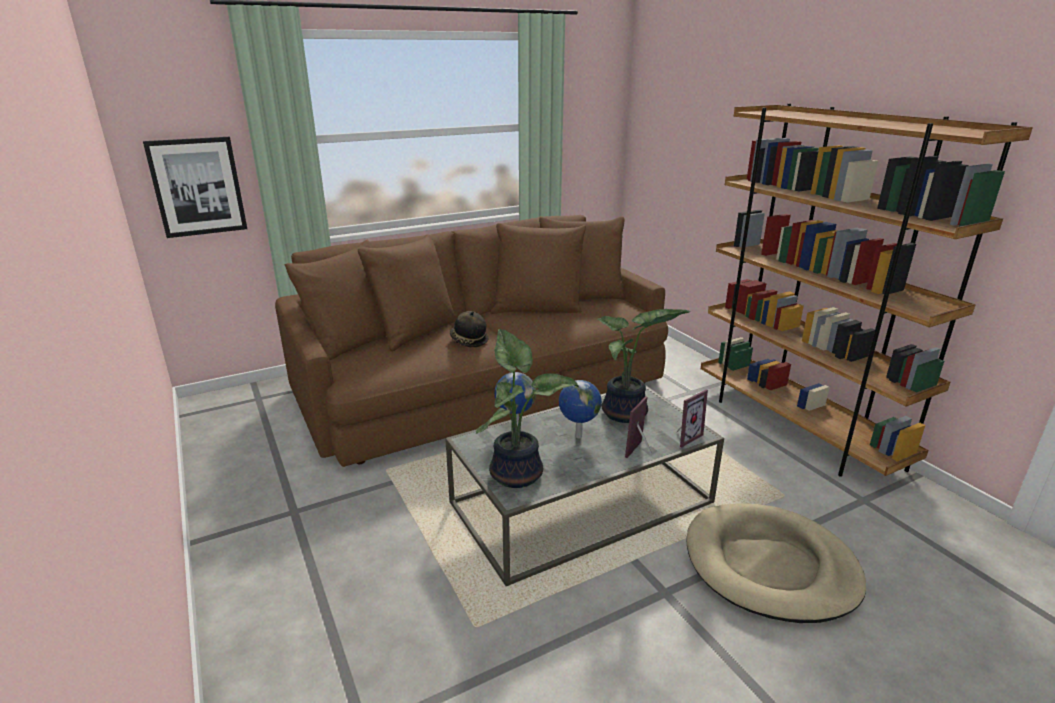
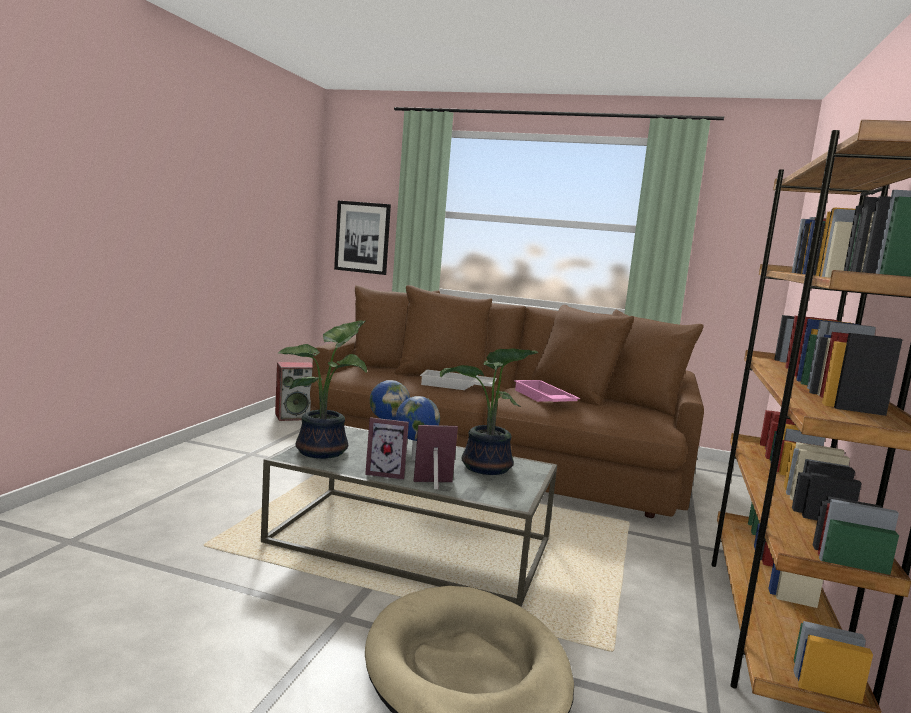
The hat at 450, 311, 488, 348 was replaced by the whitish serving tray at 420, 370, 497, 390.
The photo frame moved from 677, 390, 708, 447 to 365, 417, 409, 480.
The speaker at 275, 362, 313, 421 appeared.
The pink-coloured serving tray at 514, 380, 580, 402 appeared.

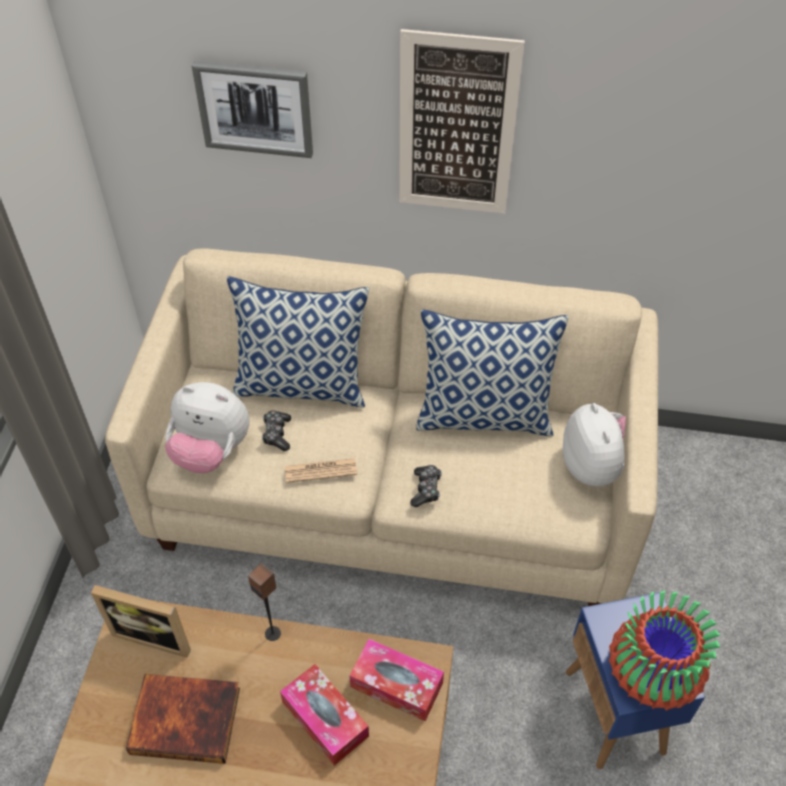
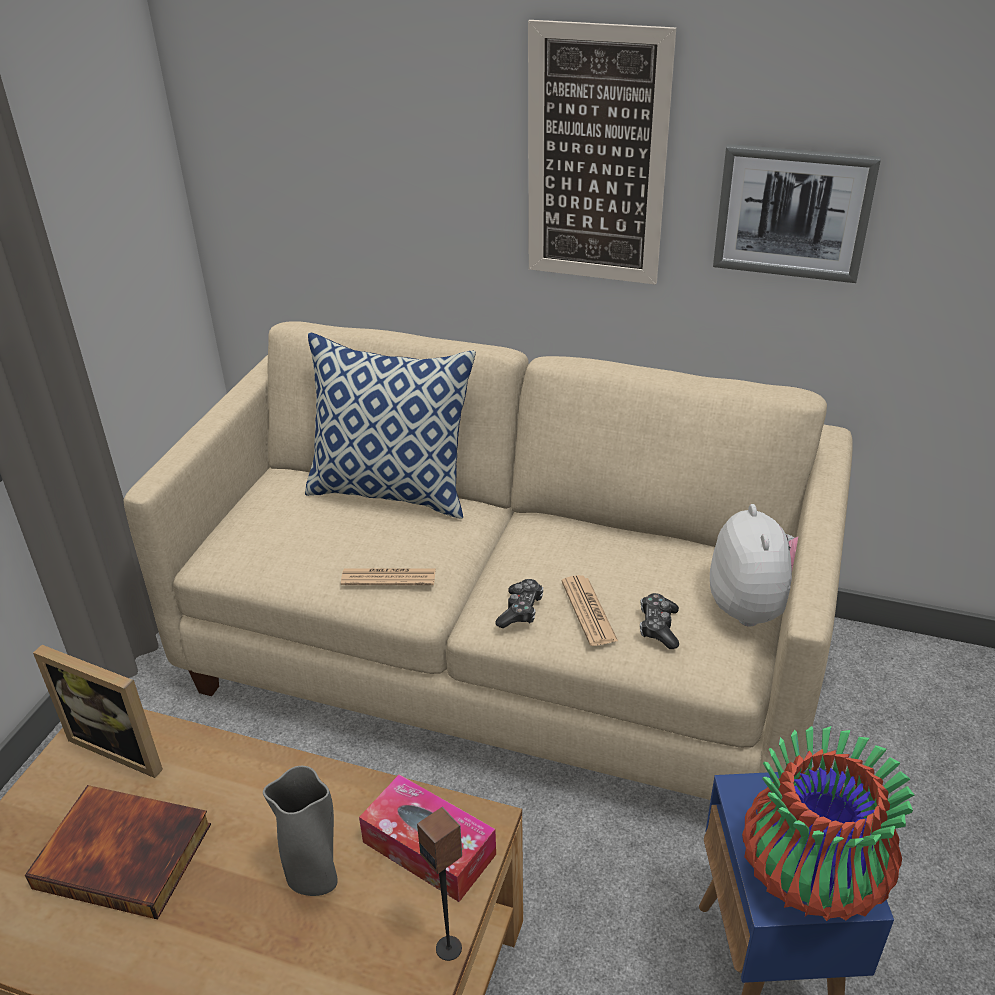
The picture moved from 192, 61, 313, 158 to 713, 144, 881, 283.
The cushion at 416, 310, 569, 437 disappeared.
The soft toy at 165, 382, 249, 473 disappeared.
The game controller moved from 261, 410, 291, 451 to 640, 593, 679, 649.
The speaker moved from 248, 563, 281, 641 to 417, 807, 462, 961.
The tissue holder at 280, 664, 369, 766 was replaced by the grey decorative vase at 263, 766, 338, 896.
The newspaper at 562, 575, 618, 646 appeared.

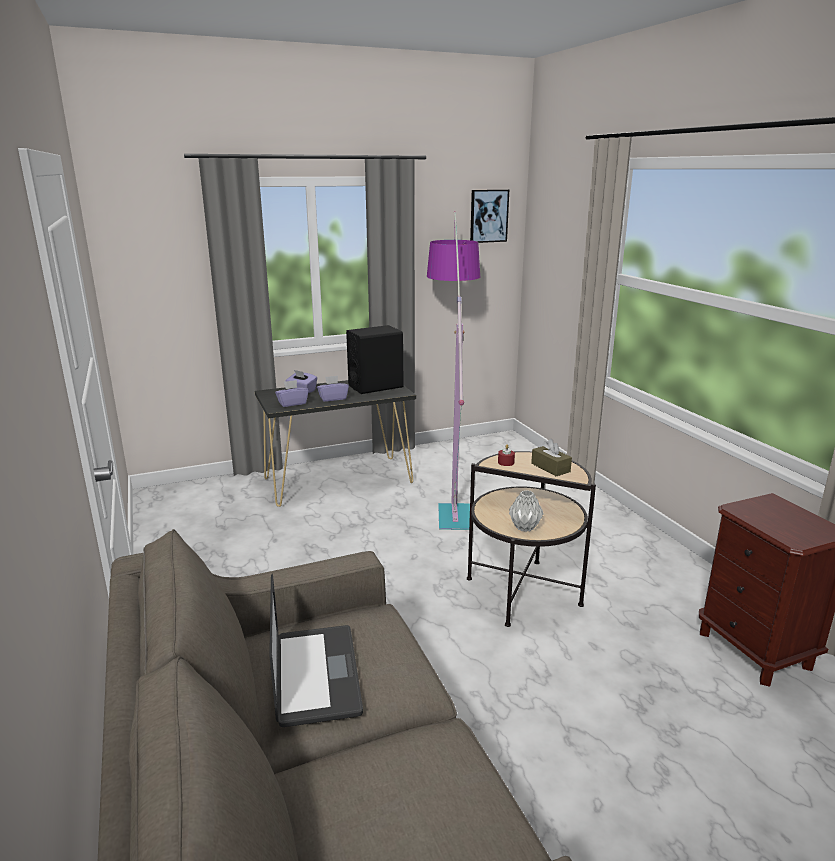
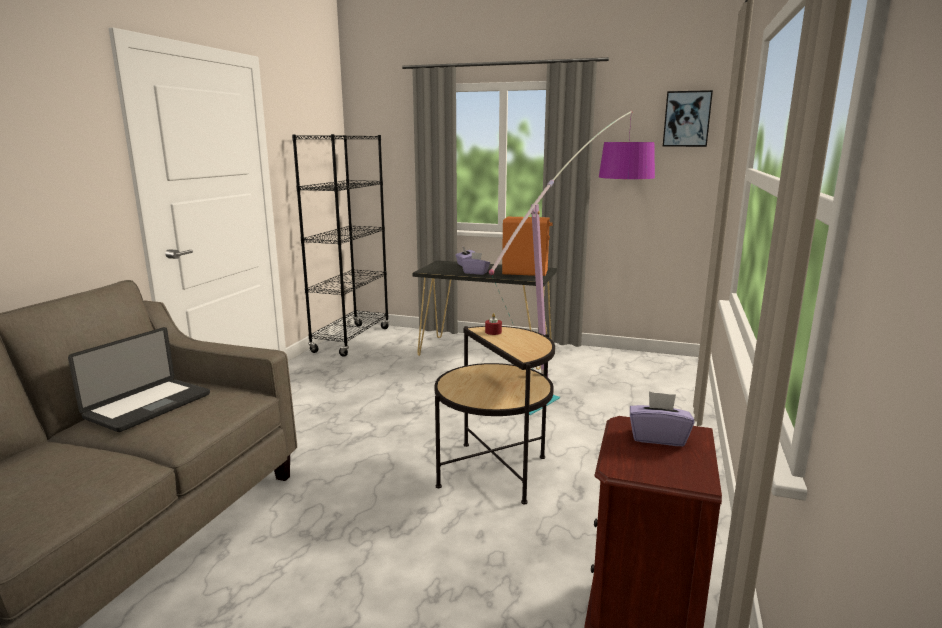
The blackish speaker at 346, 325, 404, 394 became the orangey speaker at 502, 217, 553, 276.
The purplish tissue holder moved from 275, 380, 309, 407 to 630, 391, 694, 446.
The brown tissue holder at 531, 439, 572, 476 disappeared.
The grey decorative vase at 509, 490, 544, 532 disappeared.
The blackish bookshelf at 292, 134, 389, 357 appeared.

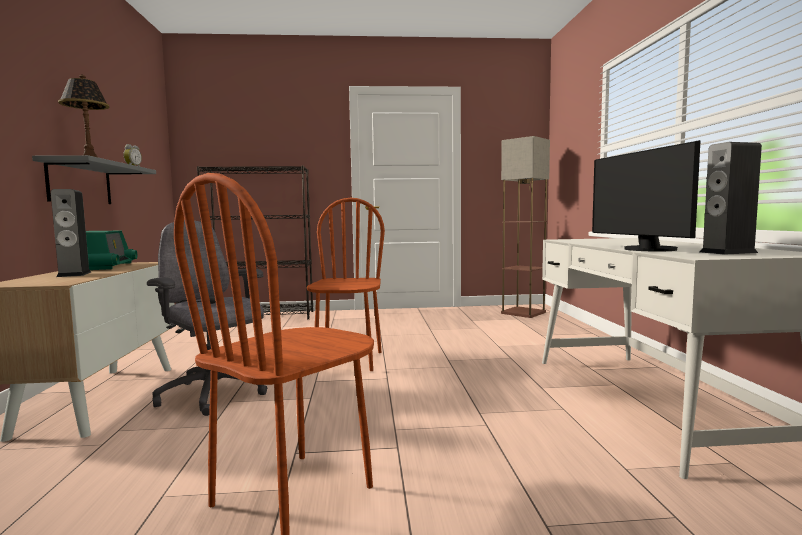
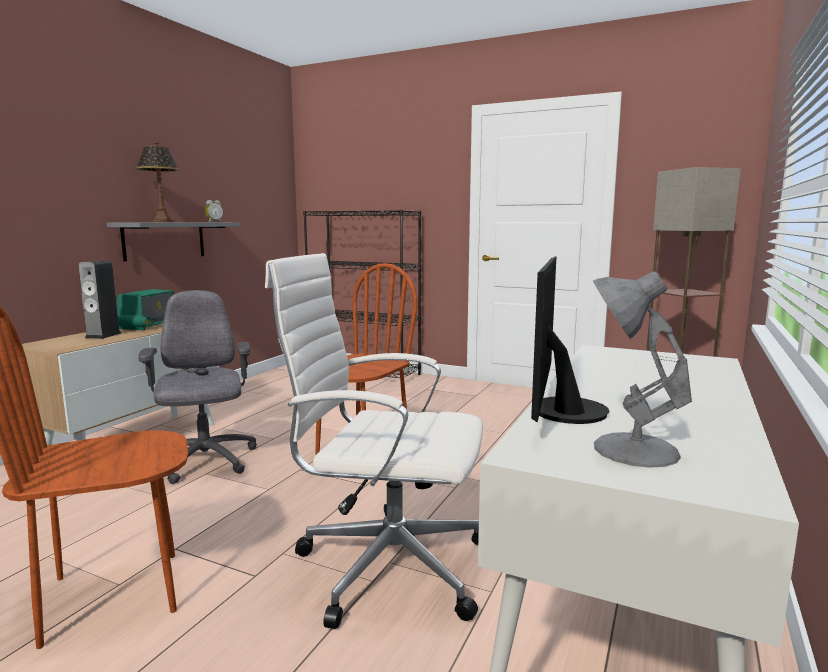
The speaker at 700, 142, 762, 255 was replaced by the grey tabletop lamp at 593, 272, 692, 468.
The whitish computer chair at 265, 253, 483, 629 appeared.

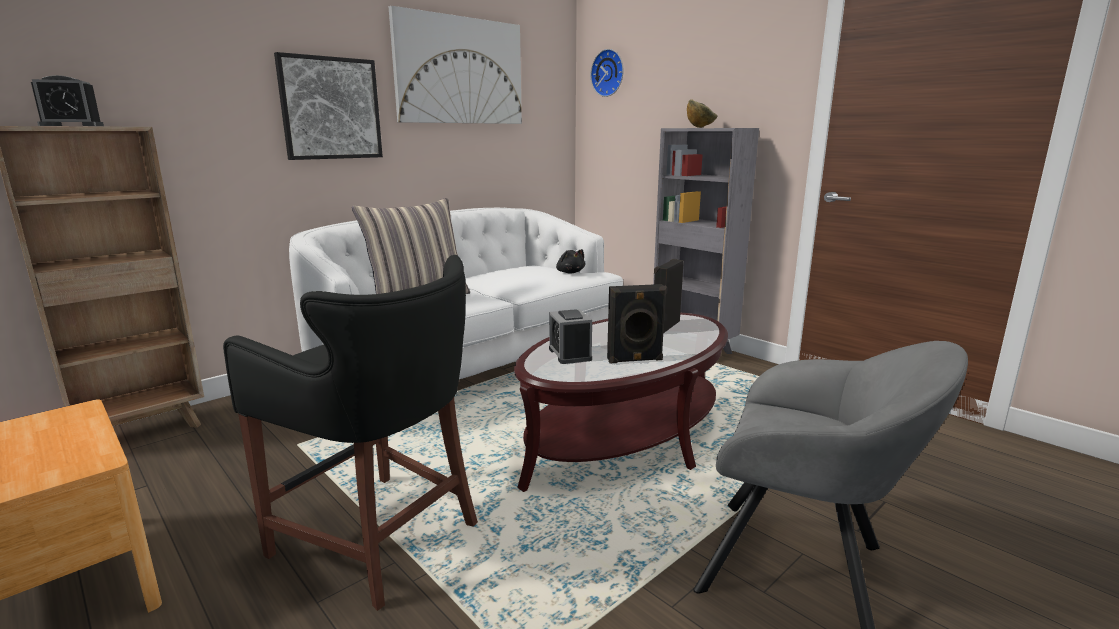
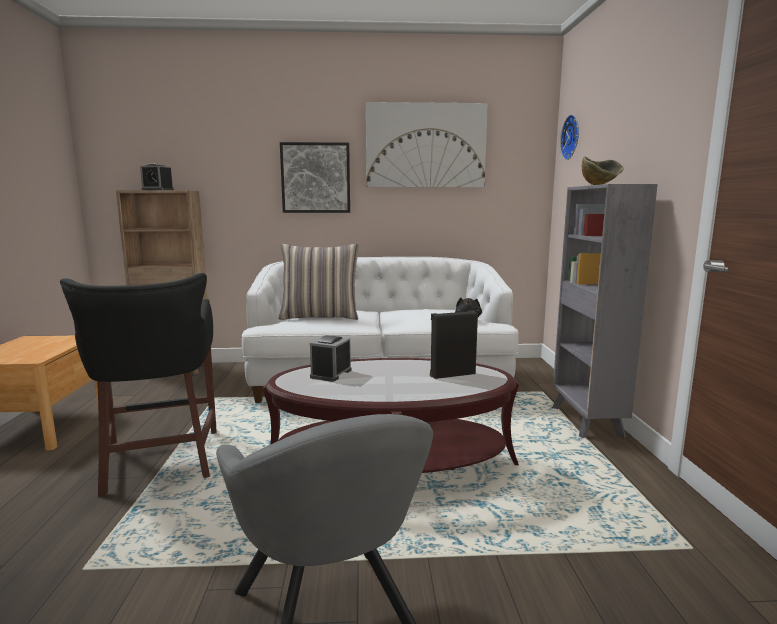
The blackish speaker at 607, 284, 667, 364 disappeared.

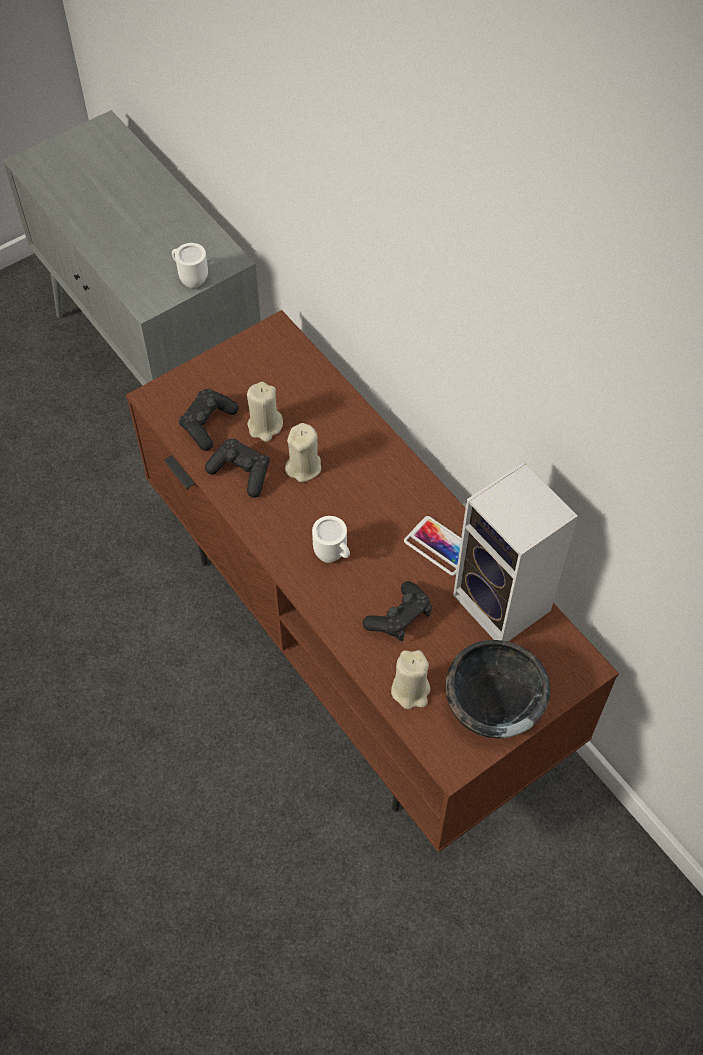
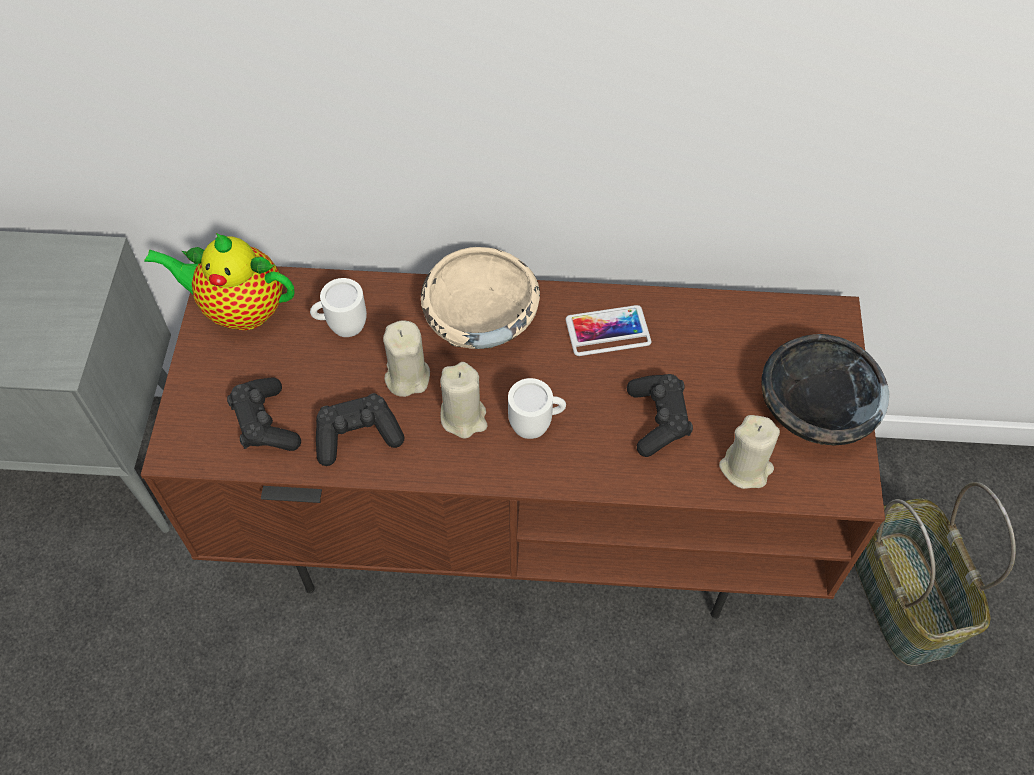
The whitish tea mug moved from 172, 243, 208, 288 to 310, 278, 367, 337.
The sand-coloured wax candle moved from 247, 382, 283, 442 to 440, 362, 488, 439.
The speaker at 453, 462, 578, 642 disappeared.
The pot for tea at 144, 233, 295, 330 appeared.
The sand-coloured serving bowl at 421, 247, 540, 349 appeared.
The basket at 855, 482, 1016, 666 appeared.

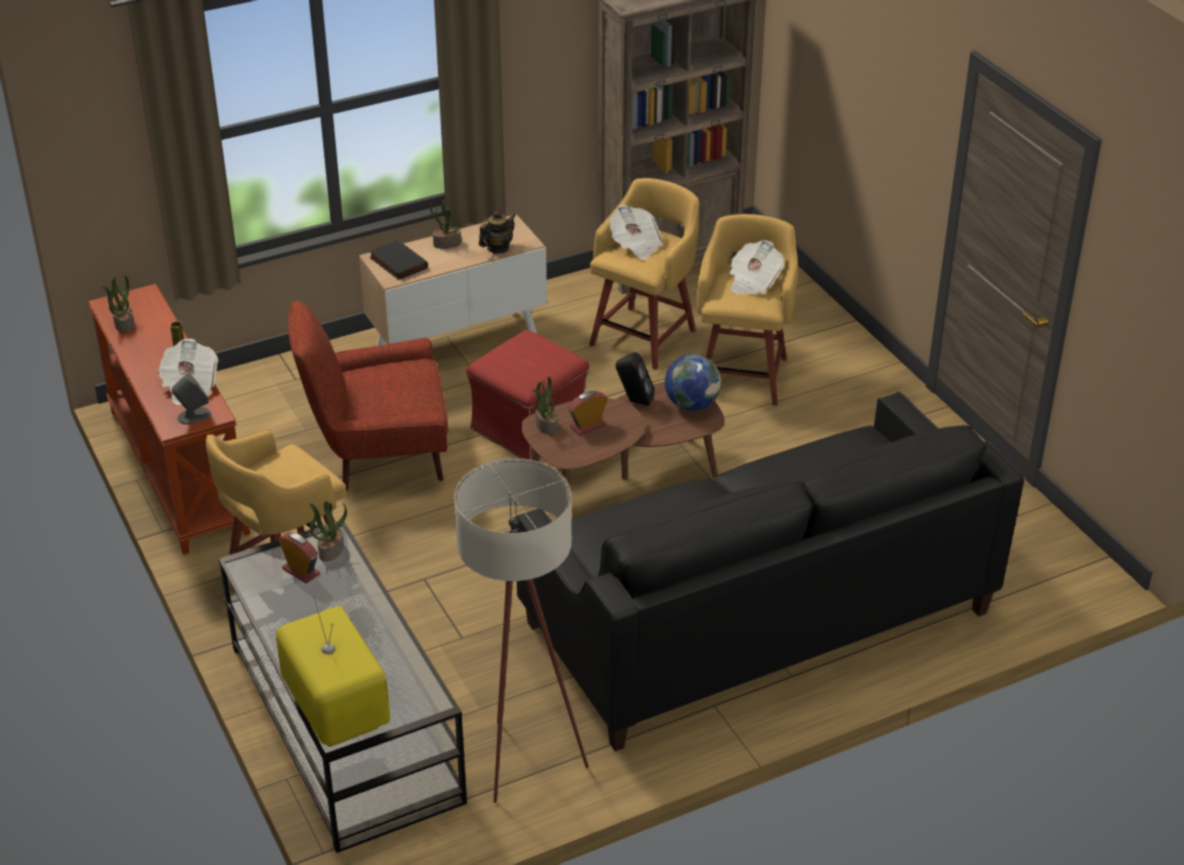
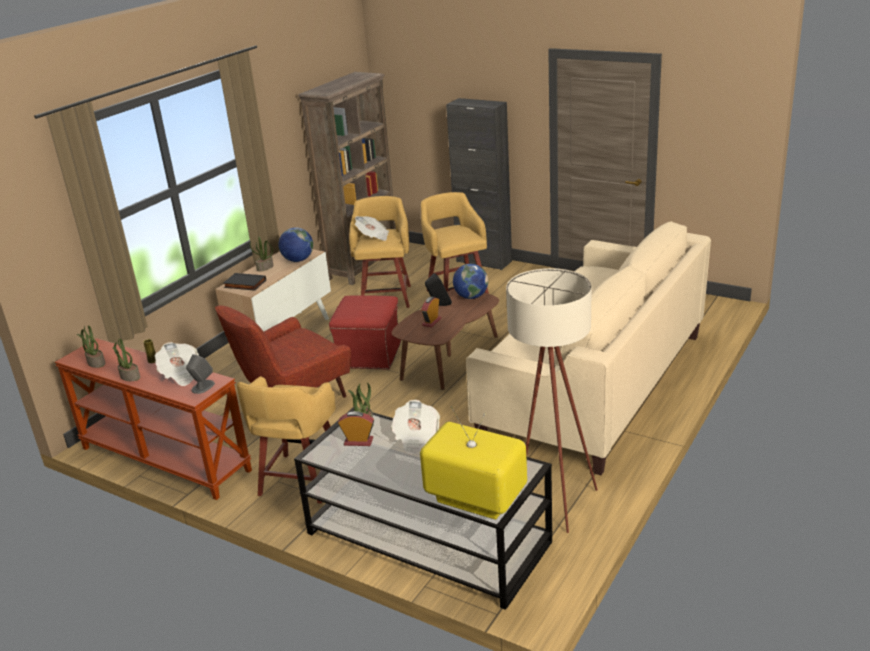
The pot for tea at 479, 211, 516, 253 was replaced by the world globe at 278, 227, 313, 262.
The newspaper moved from 729, 240, 785, 294 to 391, 400, 440, 455.
The potted plant moved from 532, 377, 558, 435 to 112, 338, 140, 381.
The blackish couch at 517, 392, 1024, 751 became the sand-coloured couch at 466, 221, 711, 475.
The blackish cupboard at 446, 98, 512, 270 appeared.

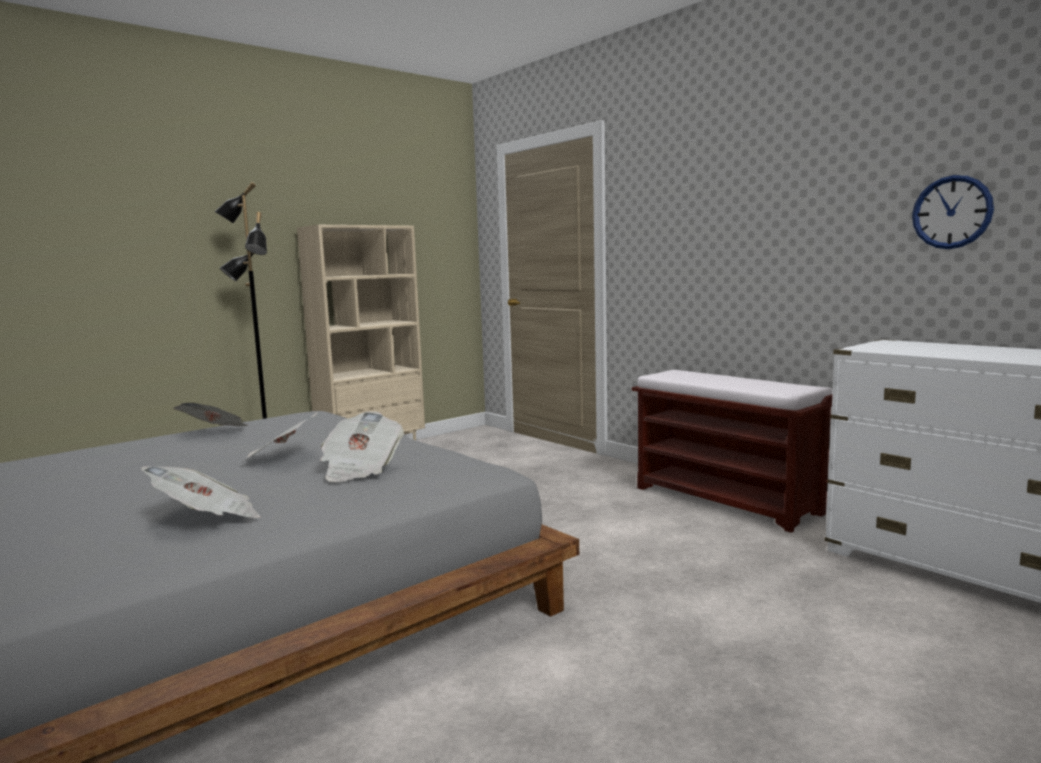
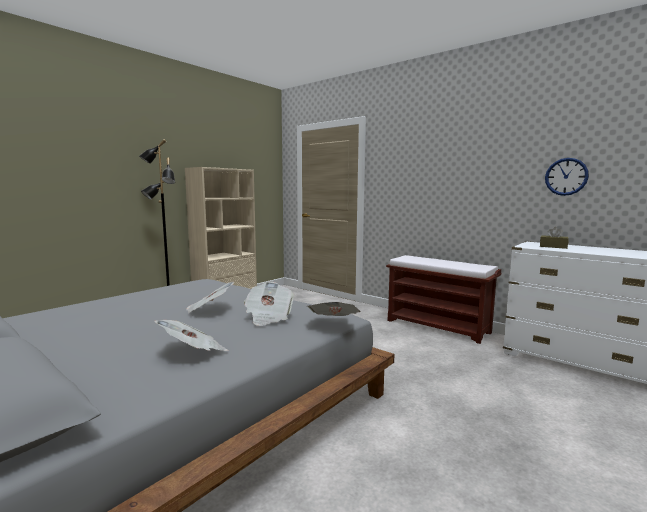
The newspaper moved from 173, 403, 248, 426 to 307, 302, 360, 316.
The brown tissue holder at 540, 227, 569, 249 appeared.

